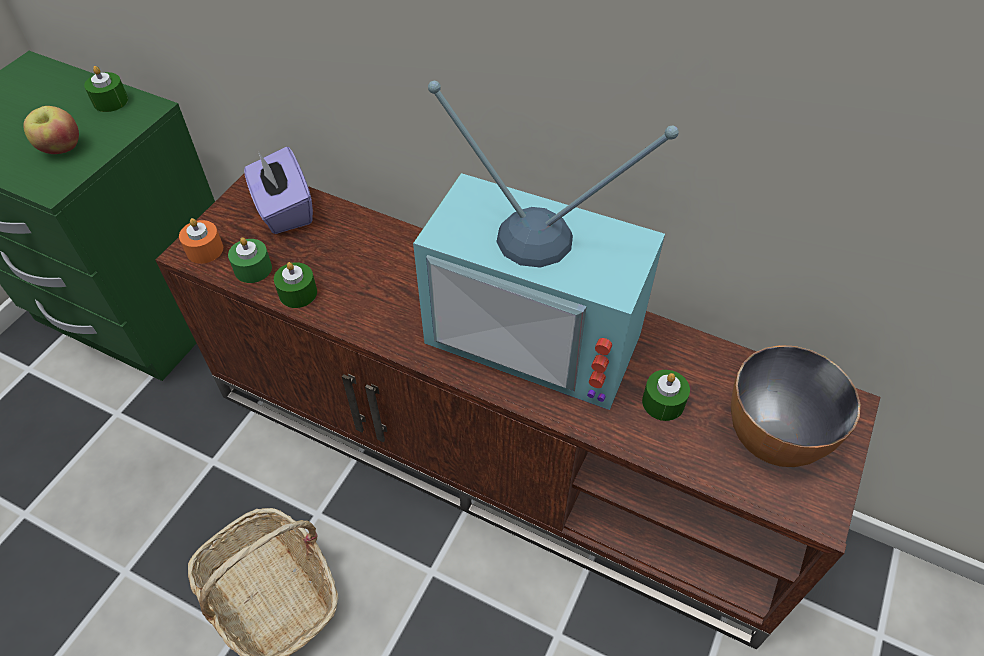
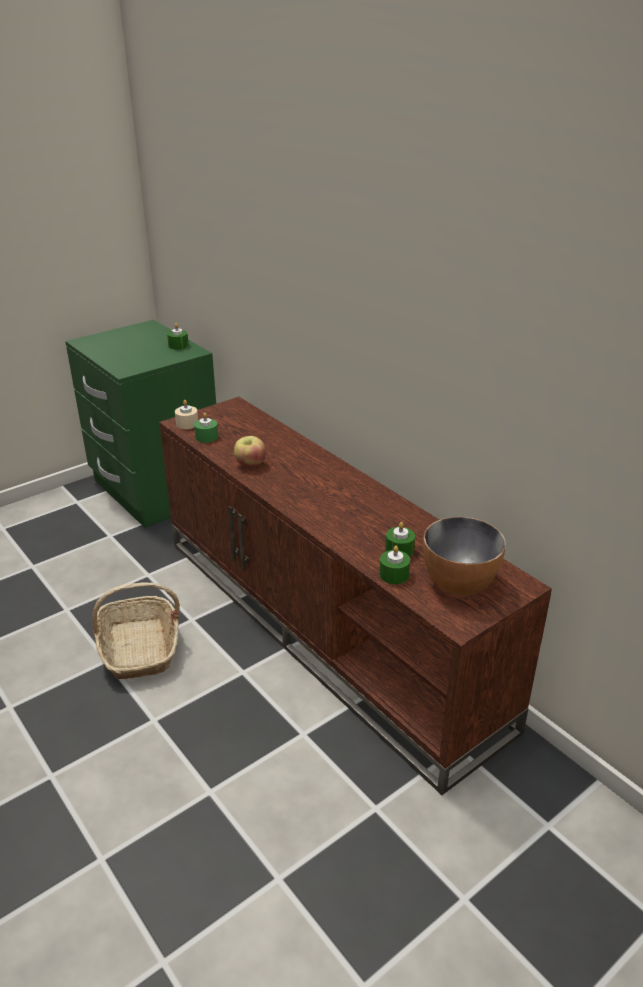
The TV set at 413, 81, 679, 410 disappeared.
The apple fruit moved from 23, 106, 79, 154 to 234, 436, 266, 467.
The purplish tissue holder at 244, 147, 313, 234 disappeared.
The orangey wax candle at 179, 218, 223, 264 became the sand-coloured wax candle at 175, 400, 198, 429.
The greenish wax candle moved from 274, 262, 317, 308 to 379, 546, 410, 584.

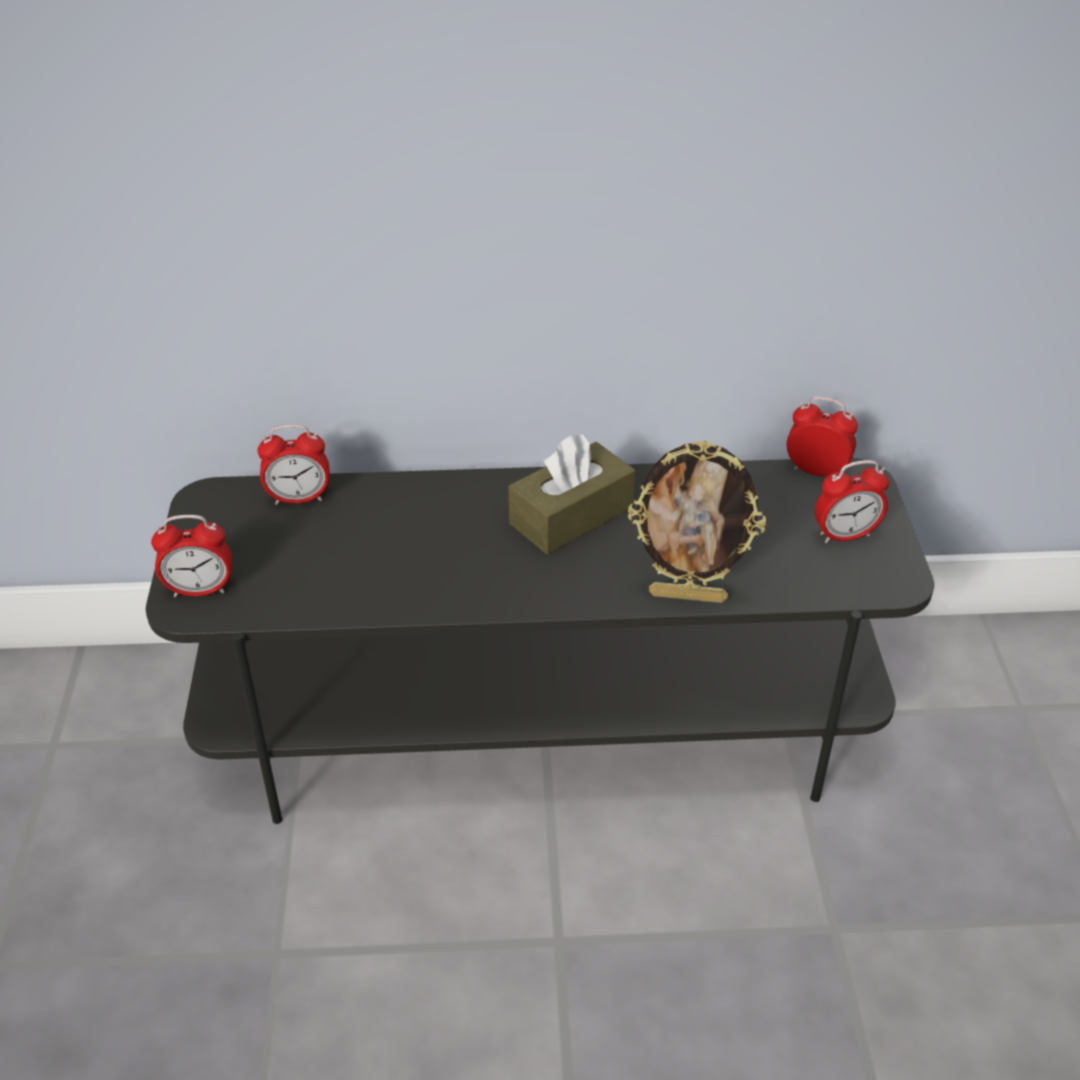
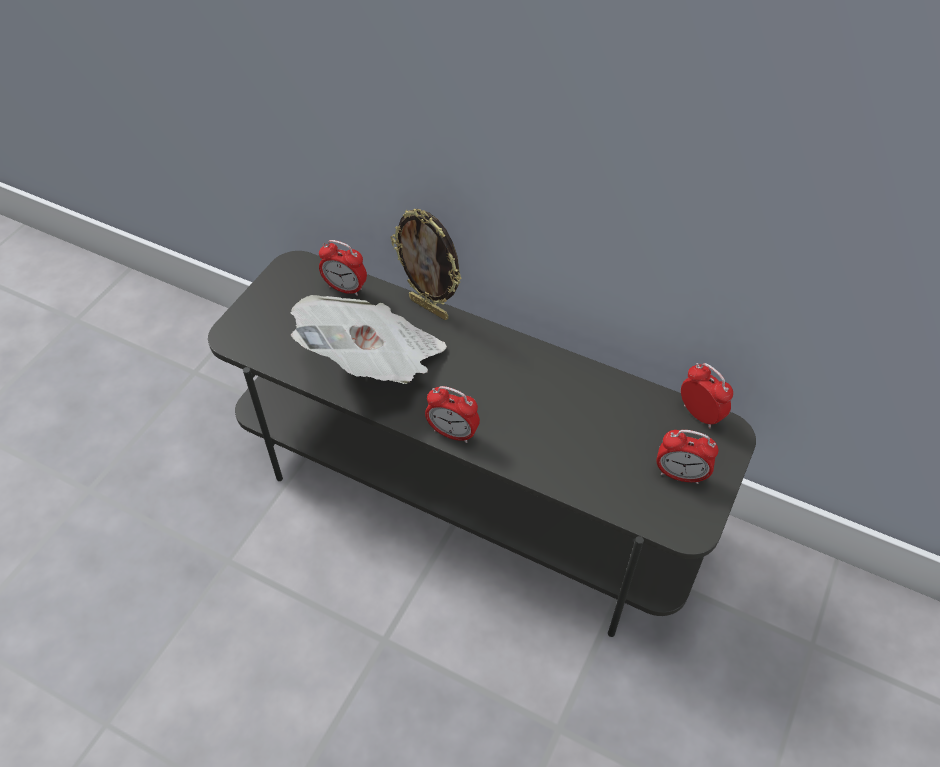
The brown tissue holder at 509, 434, 635, 554 disappeared.
The photo frame moved from 628, 440, 766, 603 to 391, 209, 462, 320.
The alarm clock moved from 151, 515, 232, 597 to 425, 386, 480, 443.
The newspaper at 291, 295, 447, 384 appeared.

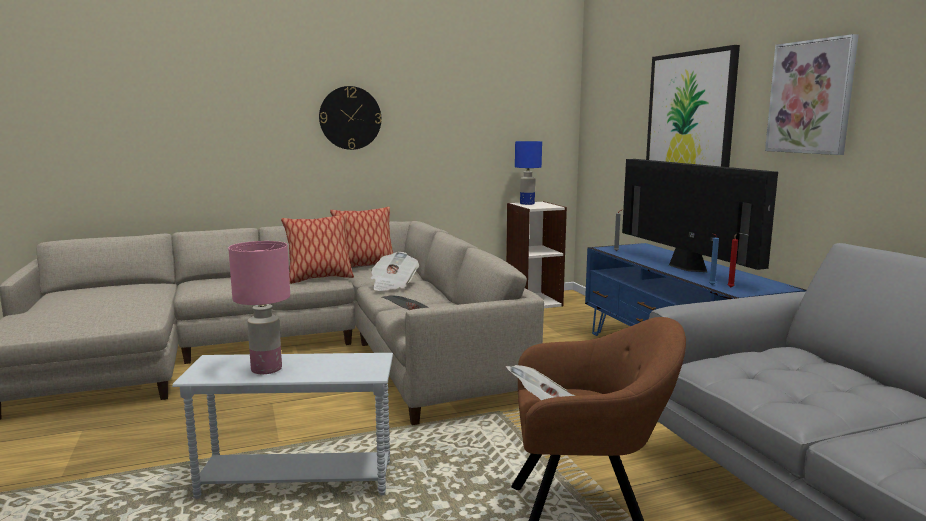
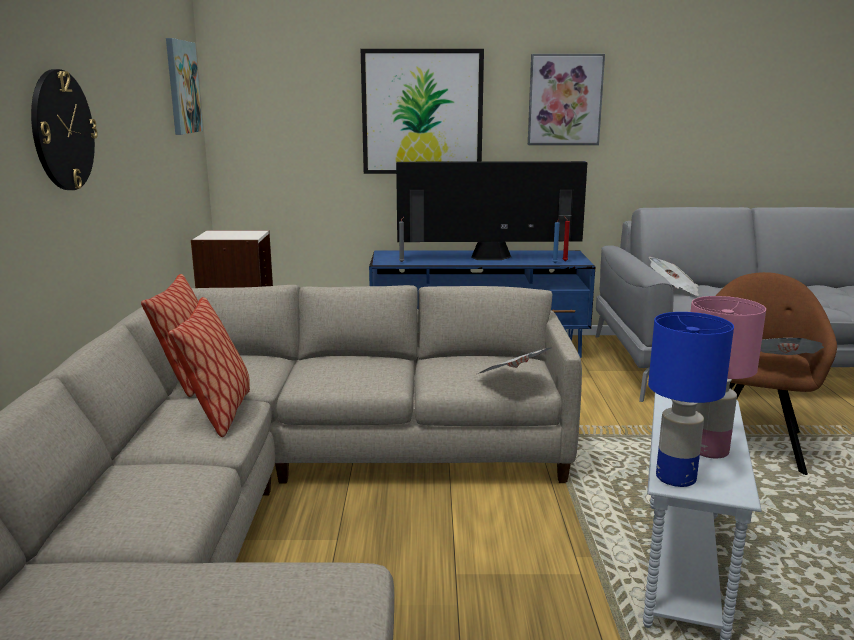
The blue tabletop lamp moved from 515, 141, 542, 205 to 648, 312, 734, 487.
The newspaper moved from 370, 252, 419, 291 to 649, 257, 699, 296.
The picture at 166, 38, 203, 135 appeared.

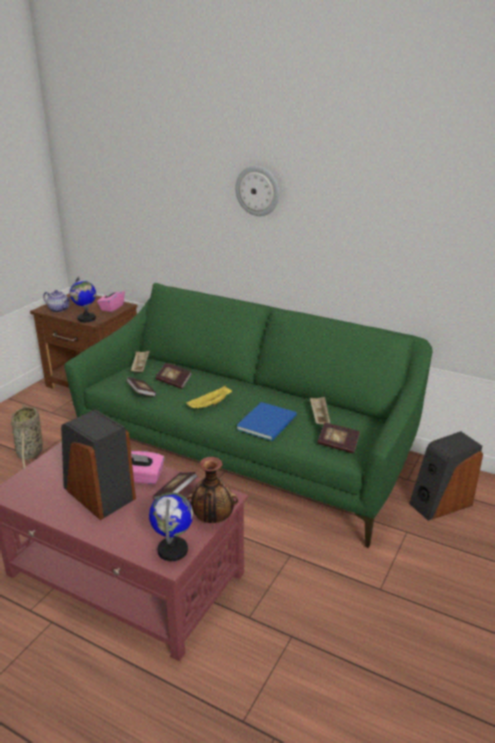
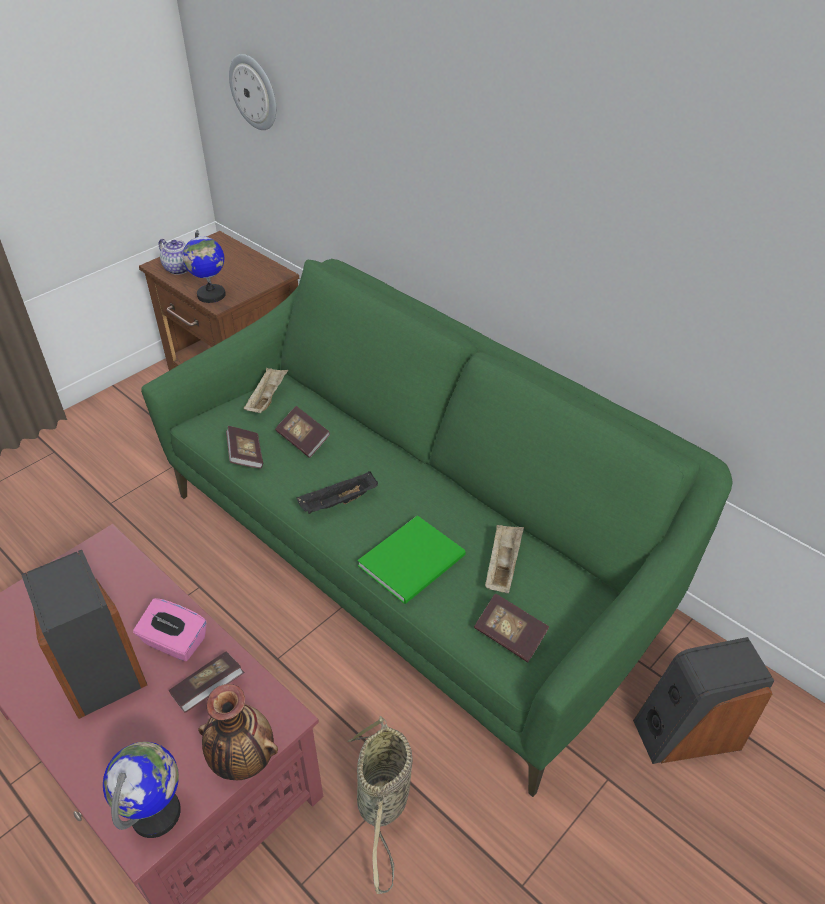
The hanging clock moved from 235, 166, 279, 216 to 229, 54, 276, 130.
The pink-coloured tissue holder at 97, 287, 125, 312 disappeared.
The yellow serving tray at 187, 386, 232, 409 became the blackish serving tray at 296, 471, 378, 514.
The blue book at 236, 402, 297, 441 became the greenish book at 358, 515, 466, 604.
The basket moved from 11, 404, 43, 468 to 348, 716, 413, 894.

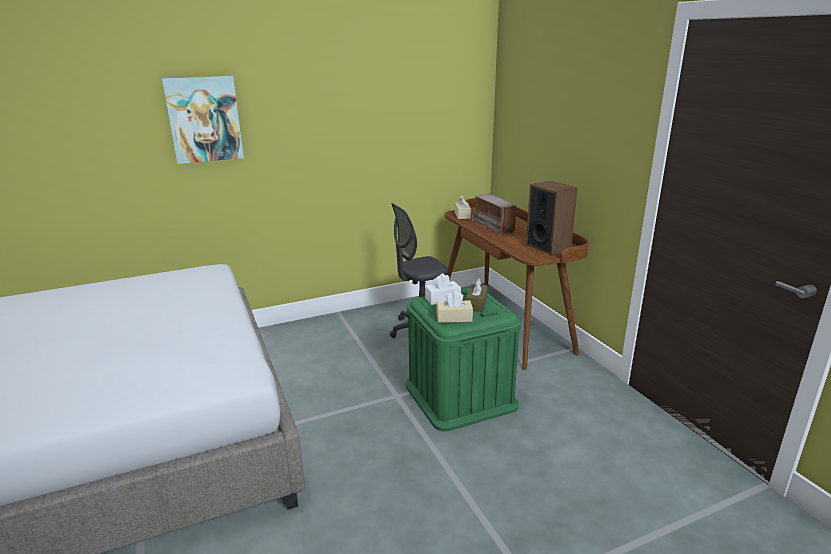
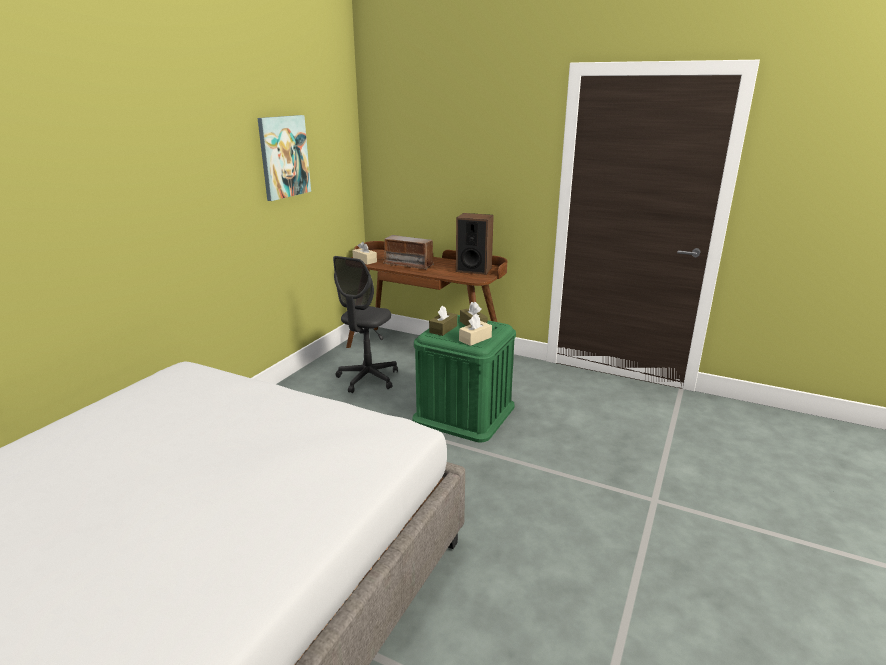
The picture moved from 162, 76, 244, 164 to 258, 115, 311, 201.
The whitish tissue holder at 425, 273, 461, 305 became the brown tissue holder at 429, 305, 457, 336.

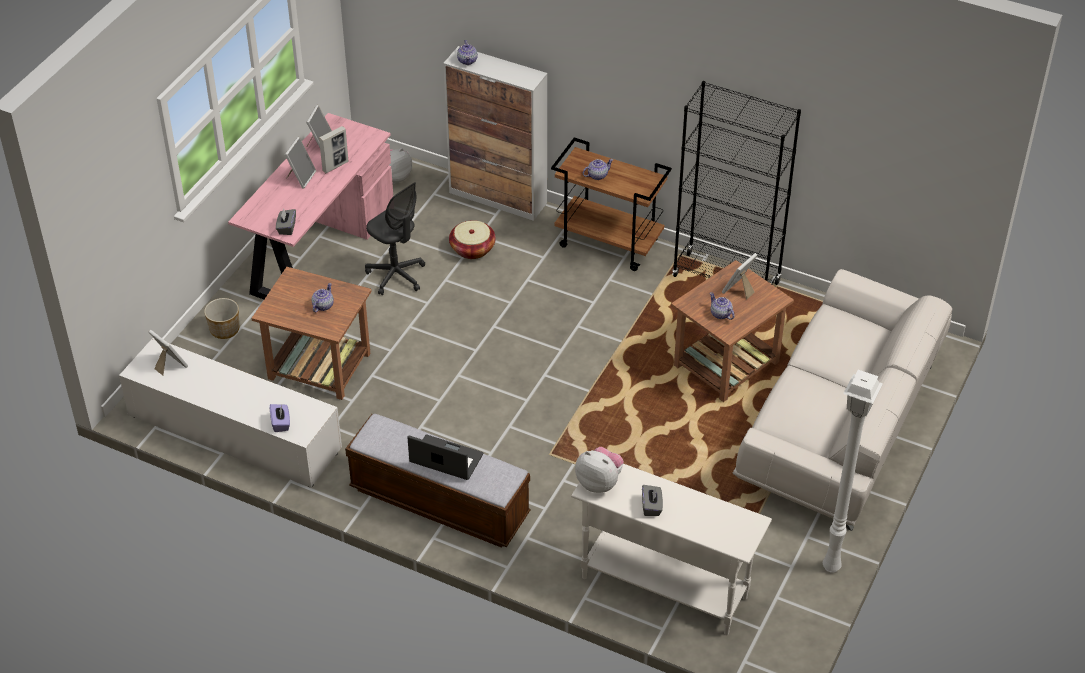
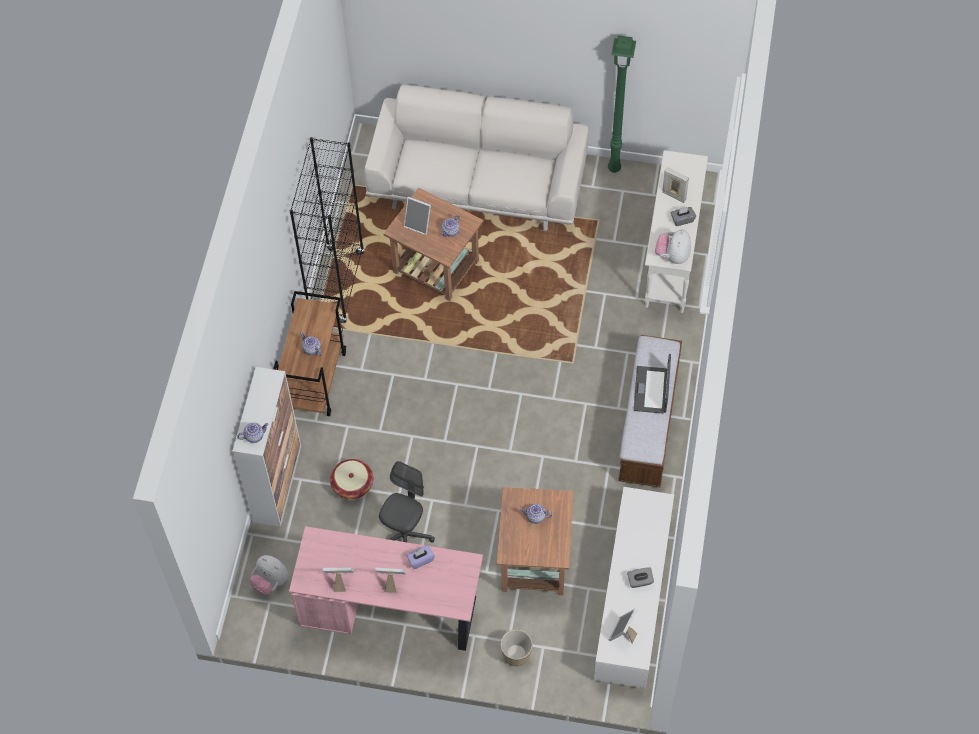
The photo frame moved from 319, 126, 349, 173 to 662, 167, 689, 203.
The grey tissue holder moved from 276, 209, 296, 235 to 627, 567, 654, 588.
The whitish floor lamp at 823, 370, 883, 573 became the greenish floor lamp at 608, 35, 636, 173.
The purplish tissue holder moved from 270, 404, 290, 432 to 406, 545, 435, 569.

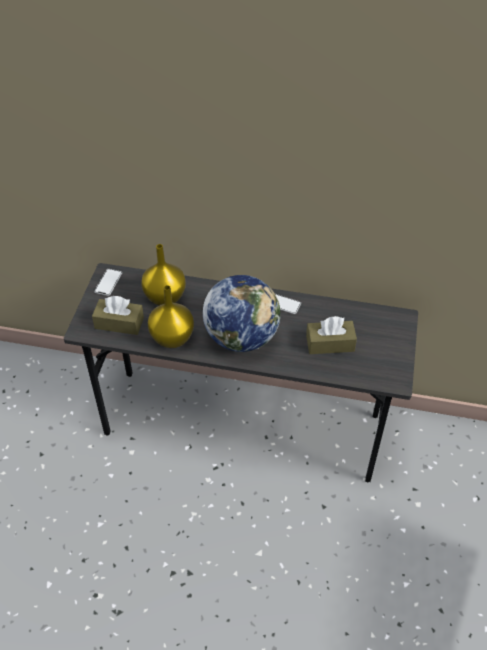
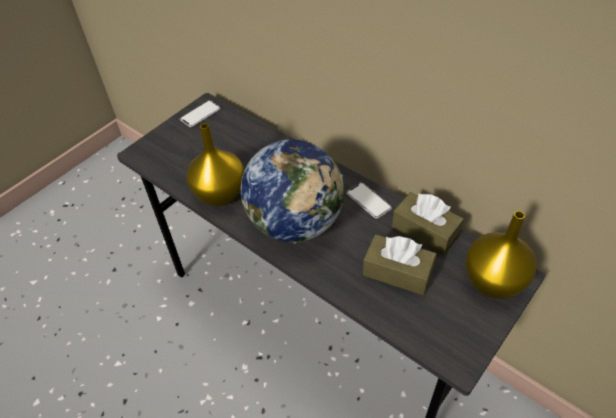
The yellow decorative vase moved from 141, 244, 186, 306 to 465, 211, 537, 299.
The brown tissue holder moved from 92, 296, 144, 335 to 392, 192, 464, 255.

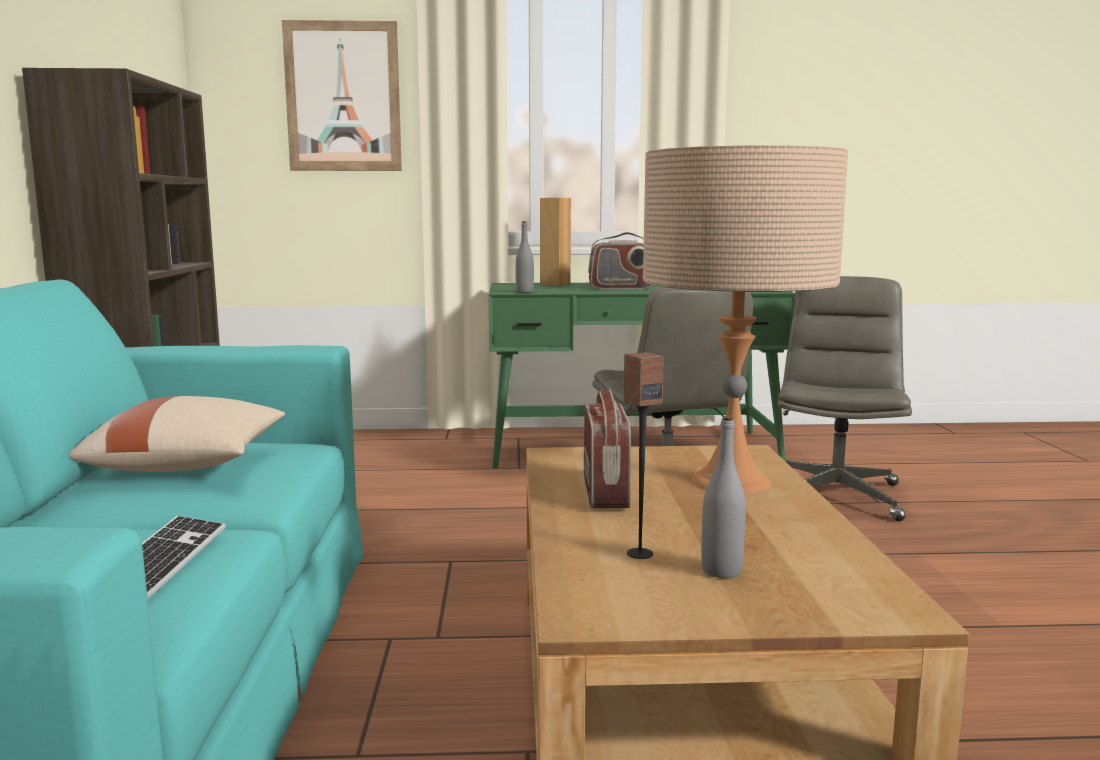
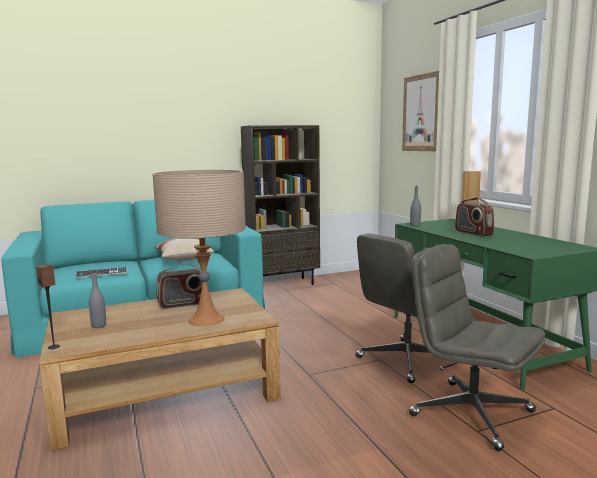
The grey computer chair at 777, 276, 912, 521 turned 135 degrees counterclockwise.
The speaker moved from 624, 352, 664, 559 to 36, 264, 60, 349.

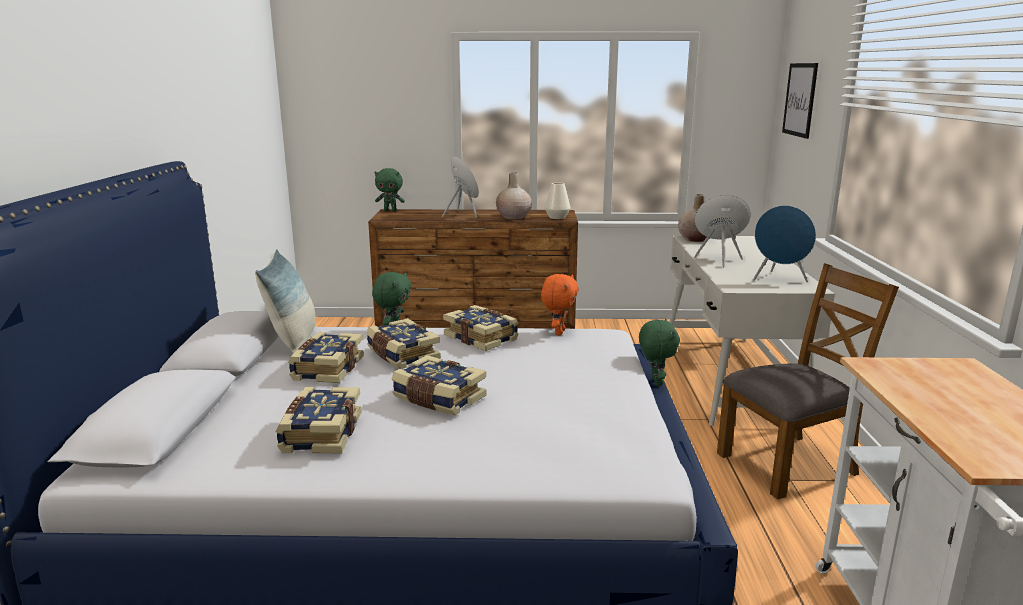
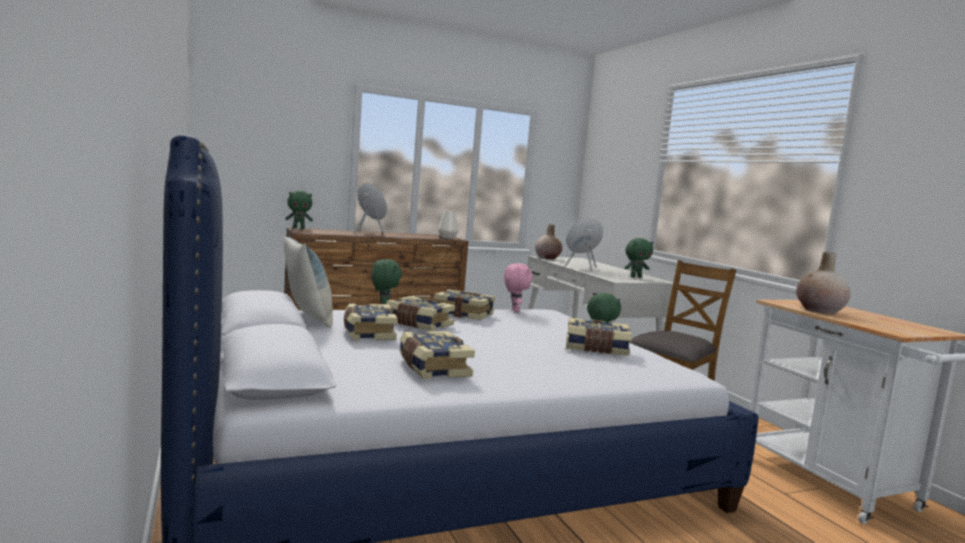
The picture at 782, 63, 818, 139 disappeared.
The sand-coloured decorative vase moved from 496, 172, 532, 219 to 796, 251, 851, 314.
The blue speaker at 753, 205, 816, 282 was replaced by the greenish soft toy at 624, 238, 653, 278.
The orangey soft toy at 541, 274, 579, 335 became the pink-coloured soft toy at 504, 263, 533, 312.
The book moved from 392, 355, 486, 416 to 566, 318, 632, 356.

